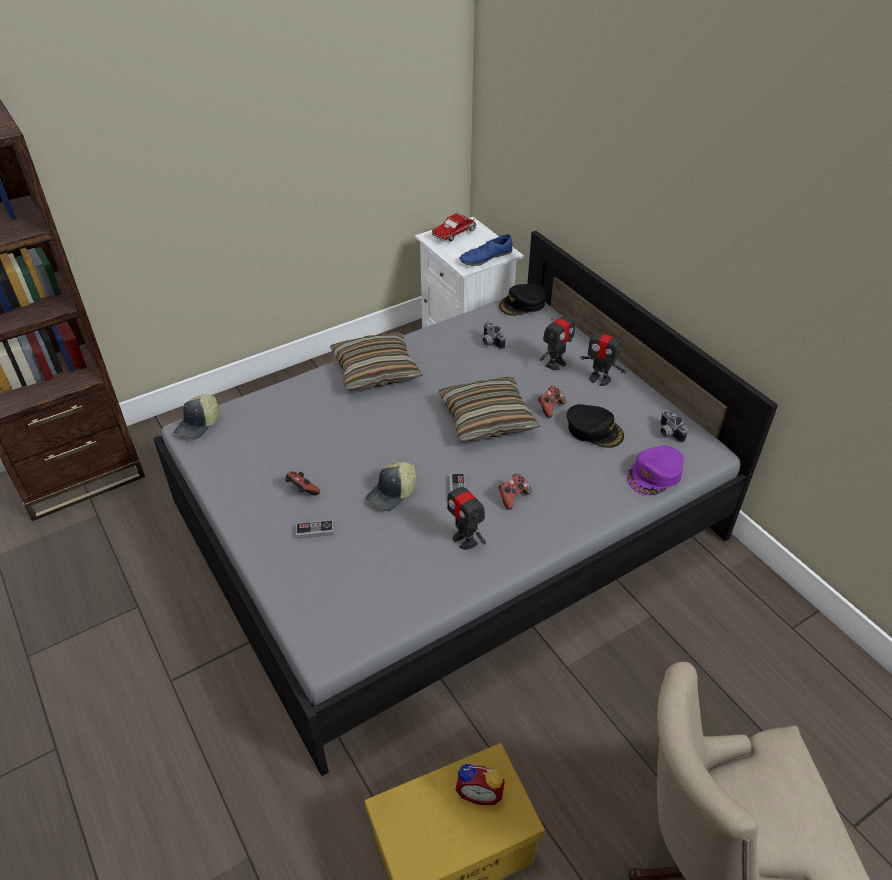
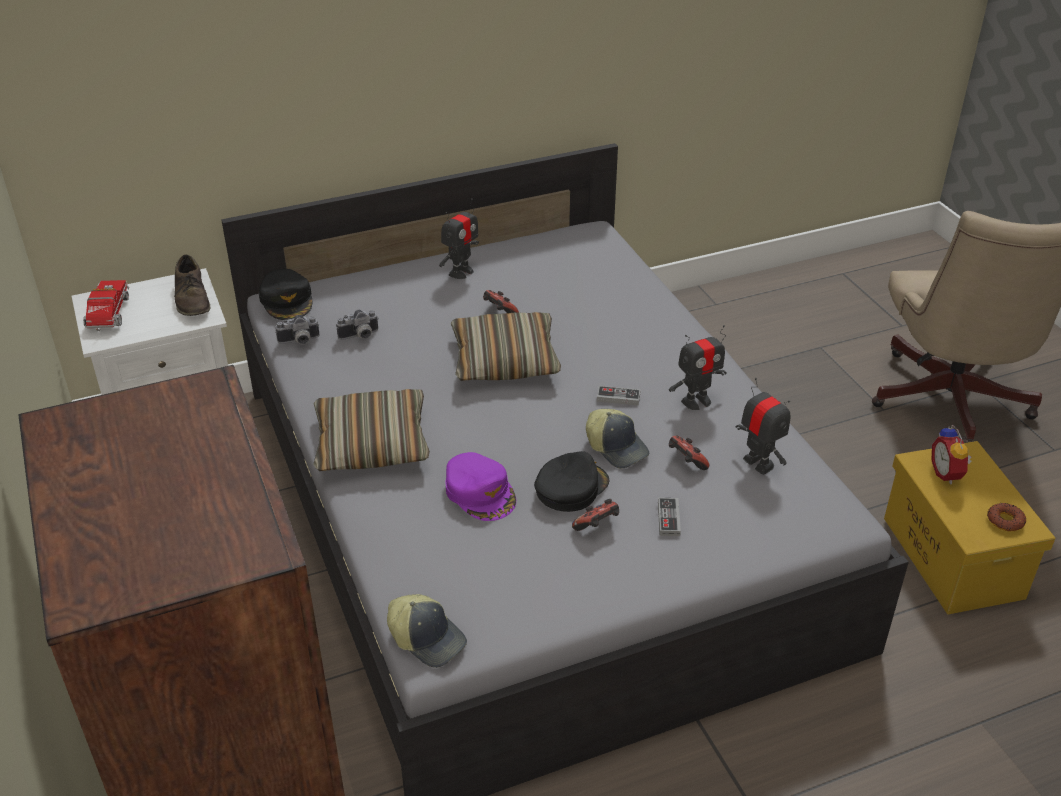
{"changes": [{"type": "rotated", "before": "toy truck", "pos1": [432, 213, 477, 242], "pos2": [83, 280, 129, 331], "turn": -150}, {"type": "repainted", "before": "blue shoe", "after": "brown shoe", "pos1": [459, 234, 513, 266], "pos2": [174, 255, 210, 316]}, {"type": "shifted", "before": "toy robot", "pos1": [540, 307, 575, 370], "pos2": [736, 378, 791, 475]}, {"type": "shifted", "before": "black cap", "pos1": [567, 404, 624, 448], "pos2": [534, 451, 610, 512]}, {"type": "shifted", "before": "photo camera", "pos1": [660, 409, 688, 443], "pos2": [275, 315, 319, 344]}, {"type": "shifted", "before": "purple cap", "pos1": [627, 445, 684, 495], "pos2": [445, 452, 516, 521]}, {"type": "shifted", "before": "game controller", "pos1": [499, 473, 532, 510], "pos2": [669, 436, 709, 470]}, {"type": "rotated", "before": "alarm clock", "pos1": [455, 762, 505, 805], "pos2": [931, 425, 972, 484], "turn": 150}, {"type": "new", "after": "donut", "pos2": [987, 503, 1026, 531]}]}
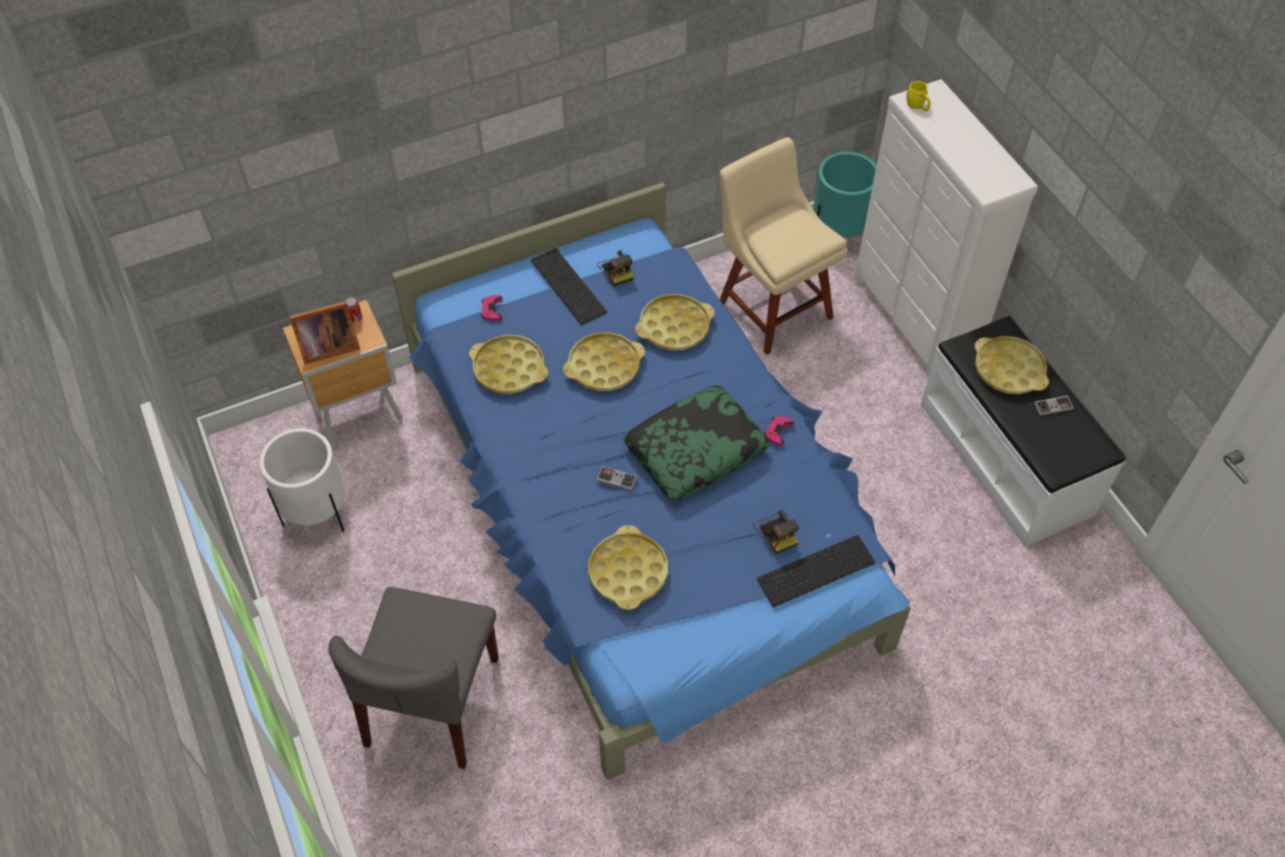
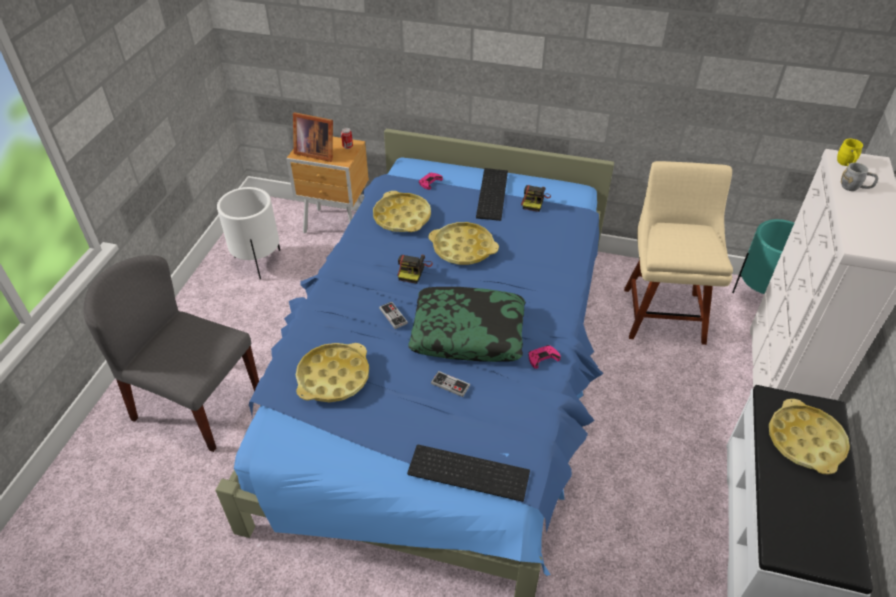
{"changes": [{"type": "gone", "before": "yellow tray", "pos1": [635, 294, 714, 351]}, {"type": "shifted", "before": "game controller", "pos1": [1034, 396, 1074, 416], "pos2": [431, 371, 470, 397]}, {"type": "shifted", "before": "photo camera", "pos1": [753, 510, 799, 554], "pos2": [398, 255, 433, 284]}, {"type": "rotated", "before": "grey chair", "pos1": [328, 587, 499, 769], "pos2": [84, 255, 259, 452], "turn": 60}, {"type": "new", "after": "grey mug", "pos2": [841, 163, 878, 191]}]}
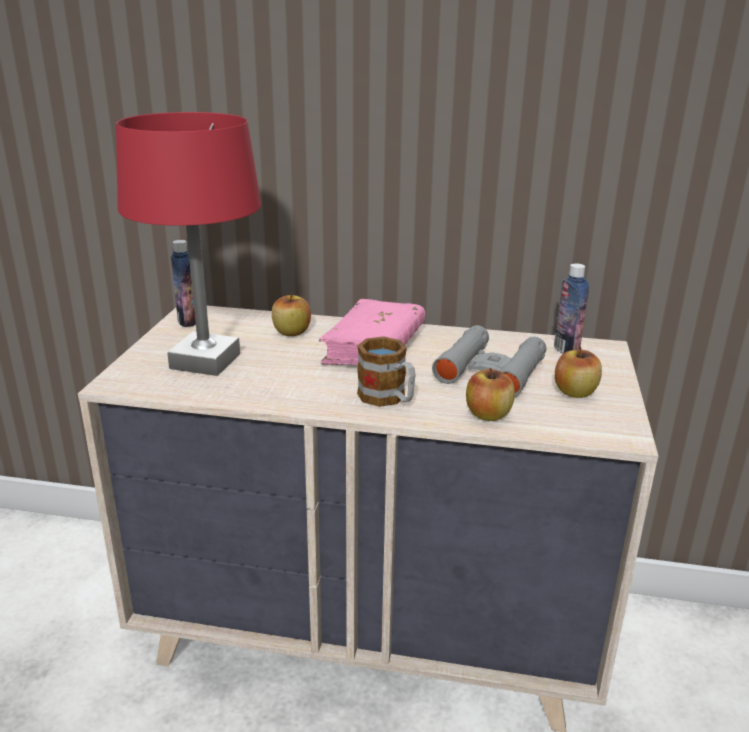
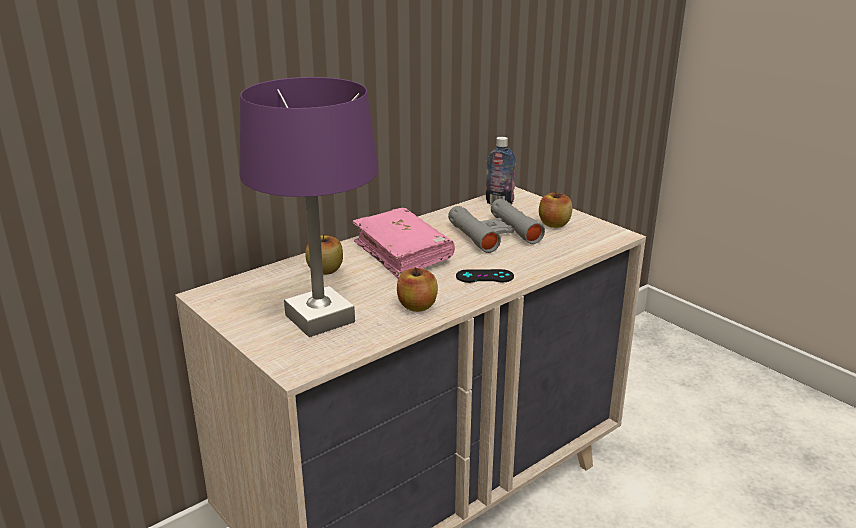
{"changes": [{"type": "repainted", "before": "red table lamp", "after": "purple table lamp", "pos1": [116, 112, 261, 376], "pos2": [239, 77, 379, 337]}, {"type": "gone", "before": "bottle", "pos1": [171, 240, 196, 327]}, {"type": "swapped", "before": "mug", "after": "black game controller", "pos1": [357, 337, 416, 407], "pos2": [456, 269, 514, 283]}, {"type": "shifted", "before": "apple", "pos1": [466, 367, 515, 421], "pos2": [397, 267, 438, 312]}]}
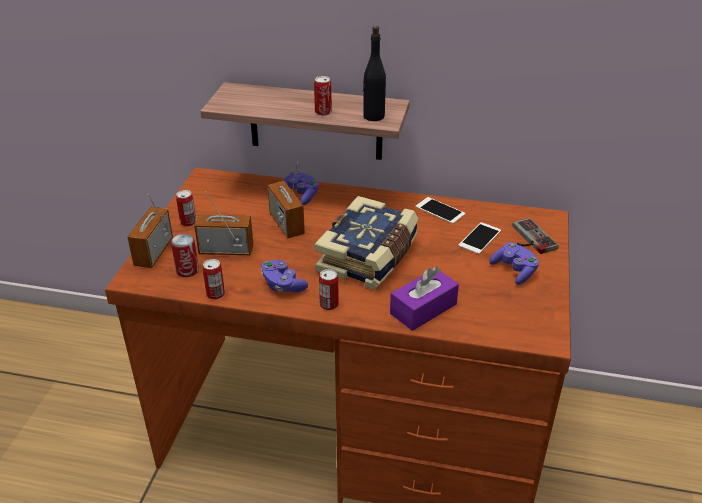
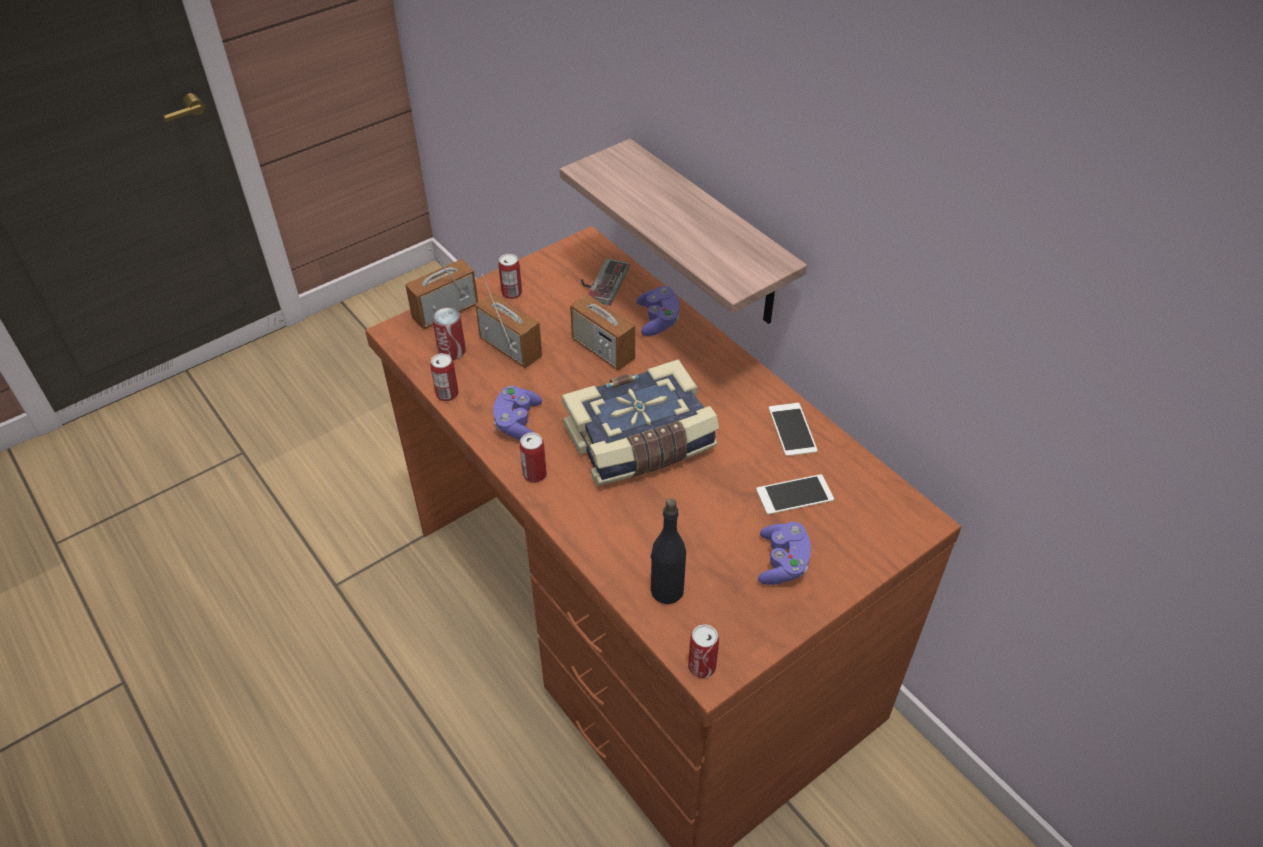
{"changes": [{"type": "shifted", "before": "black bottle", "pos1": [363, 26, 386, 121], "pos2": [651, 498, 686, 604]}, {"type": "shifted", "before": "can", "pos1": [314, 76, 332, 116], "pos2": [688, 624, 719, 678]}, {"type": "rotated", "before": "radio", "pos1": [267, 162, 305, 238], "pos2": [570, 272, 635, 370], "turn": -60}, {"type": "shifted", "before": "game controller", "pos1": [512, 218, 559, 254], "pos2": [581, 258, 629, 305]}, {"type": "gone", "before": "purple tissue box", "pos1": [390, 267, 459, 331]}]}
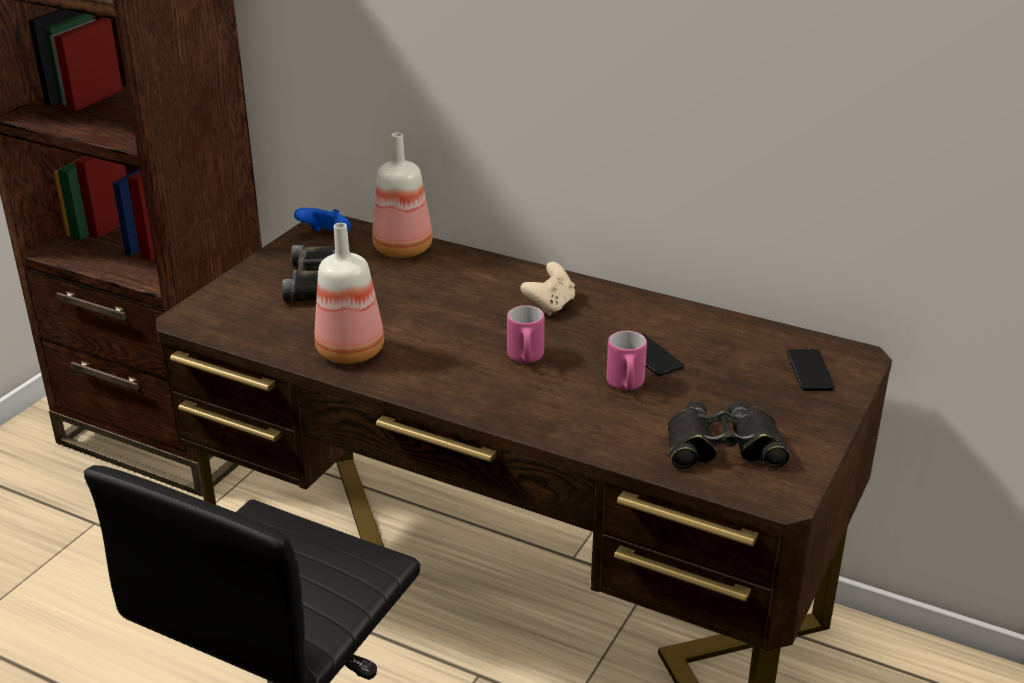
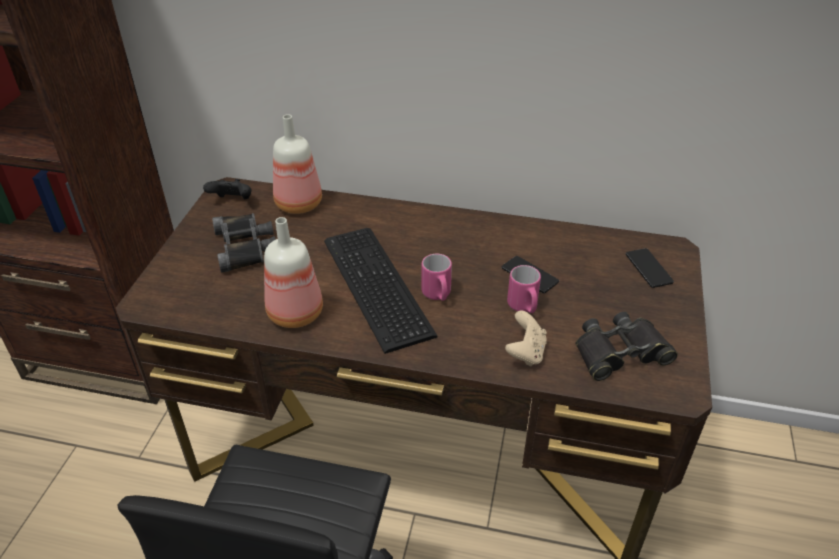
{"changes": [{"type": "repainted", "before": "blue game controller", "after": "black game controller", "pos1": [294, 208, 351, 232], "pos2": [203, 179, 252, 199]}, {"type": "shifted", "before": "beige game controller", "pos1": [520, 262, 575, 316], "pos2": [505, 311, 547, 367]}, {"type": "new", "after": "keyboard", "pos2": [324, 228, 438, 354]}]}
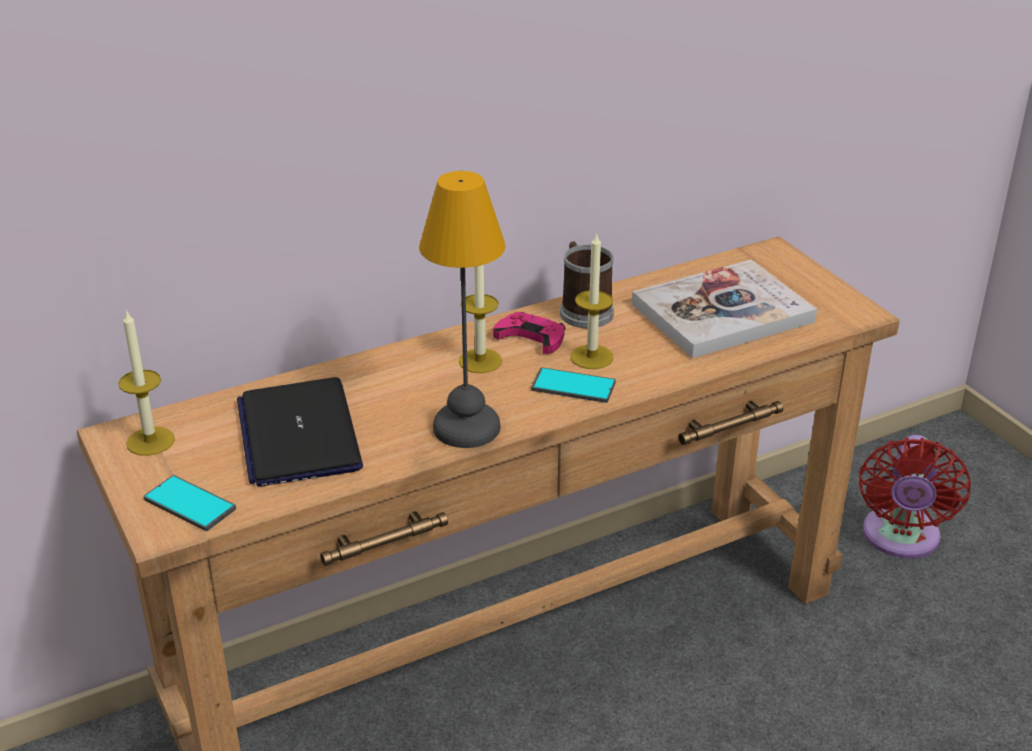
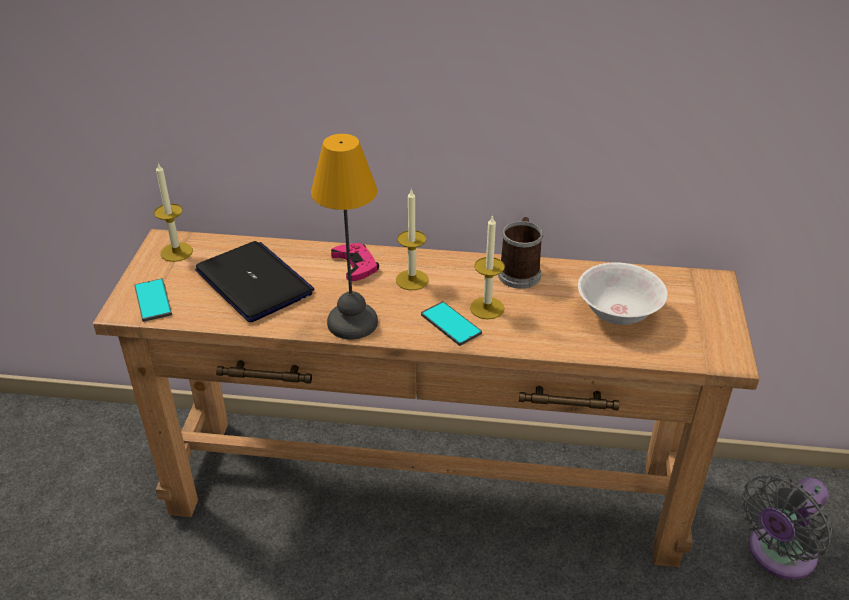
{"changes": [{"type": "swapped", "before": "book", "after": "white bowl", "pos1": [632, 259, 817, 359], "pos2": [578, 262, 668, 325]}, {"type": "shifted", "before": "pink game controller", "pos1": [493, 312, 566, 354], "pos2": [331, 243, 379, 281]}, {"type": "rotated", "before": "laptop", "pos1": [237, 377, 363, 487], "pos2": [195, 241, 315, 322], "turn": 120}, {"type": "repainted", "before": "red fan", "after": "grey fan", "pos1": [859, 435, 971, 558], "pos2": [741, 474, 832, 579]}]}
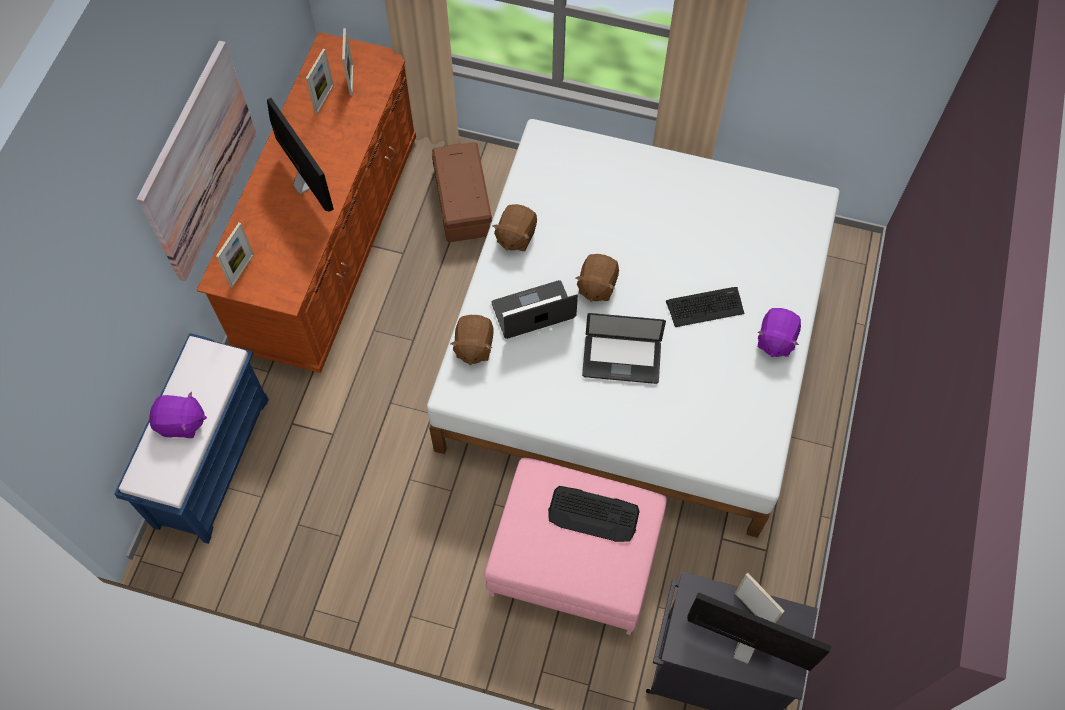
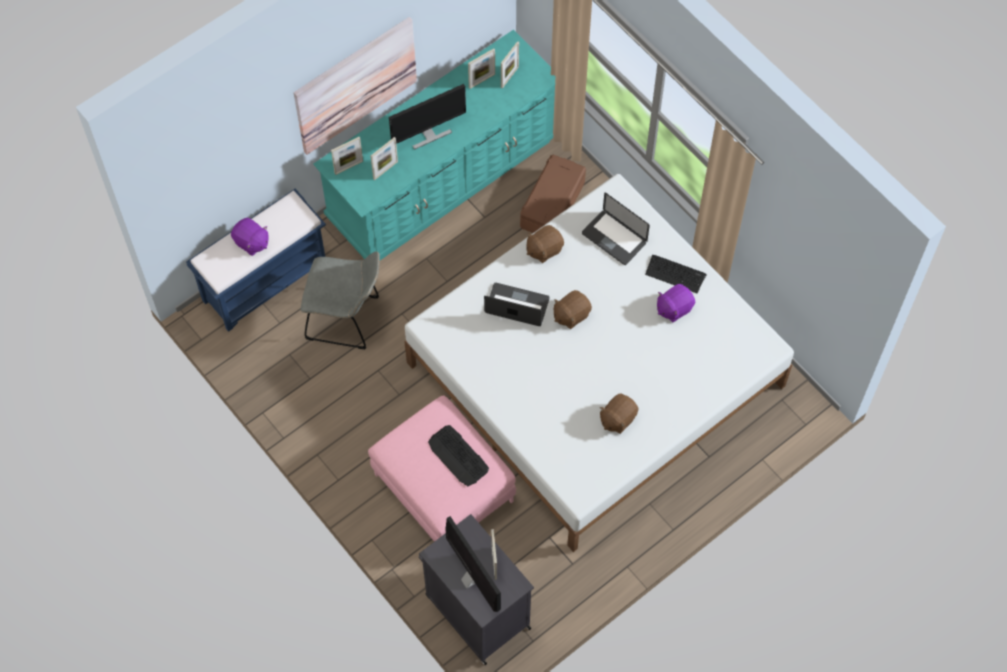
{"changes": [{"type": "repainted", "before": "brown dresser", "after": "turquoise dresser", "pos1": [197, 32, 416, 373], "pos2": [313, 30, 556, 260]}, {"type": "rotated", "before": "monitor", "pos1": [267, 98, 334, 212], "pos2": [389, 84, 466, 150], "turn": 60}, {"type": "shifted", "before": "keyboard", "pos1": [666, 287, 744, 327], "pos2": [645, 255, 707, 293]}, {"type": "shifted", "before": "purple plush toy", "pos1": [758, 308, 801, 357], "pos2": [657, 284, 695, 322]}, {"type": "shifted", "before": "laptop", "pos1": [582, 313, 666, 384], "pos2": [582, 193, 650, 265]}, {"type": "shifted", "before": "brown plush toy", "pos1": [451, 315, 493, 365], "pos2": [600, 394, 639, 434]}, {"type": "new", "after": "picture frame", "pos2": [371, 137, 398, 180]}, {"type": "new", "after": "grey chair", "pos2": [301, 251, 380, 349]}]}
